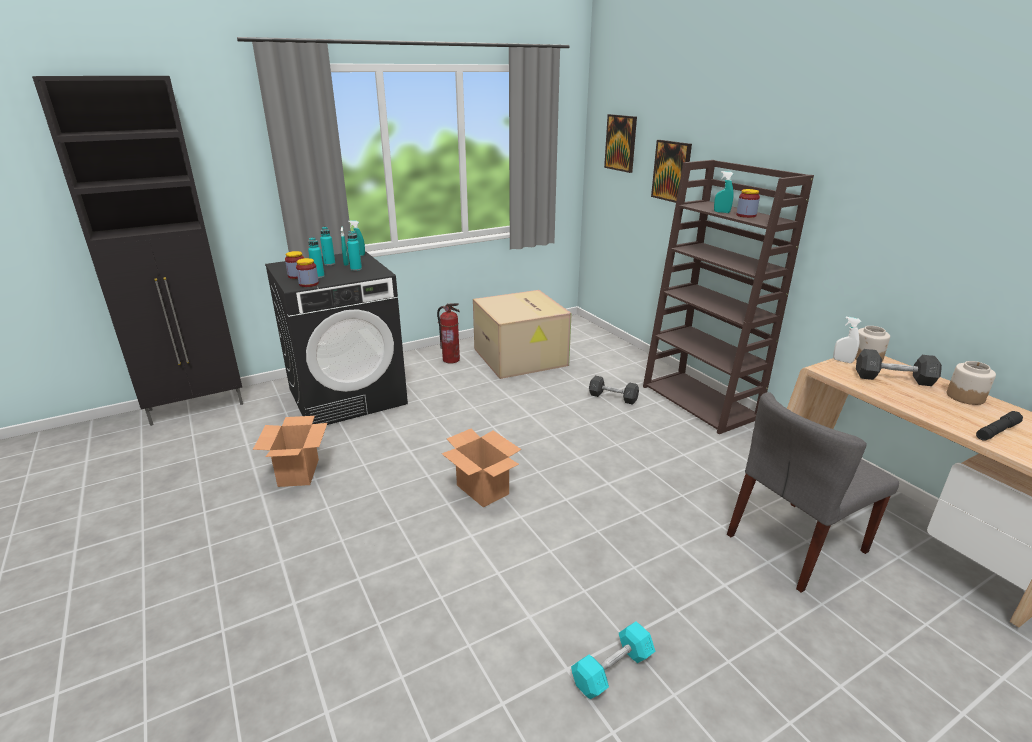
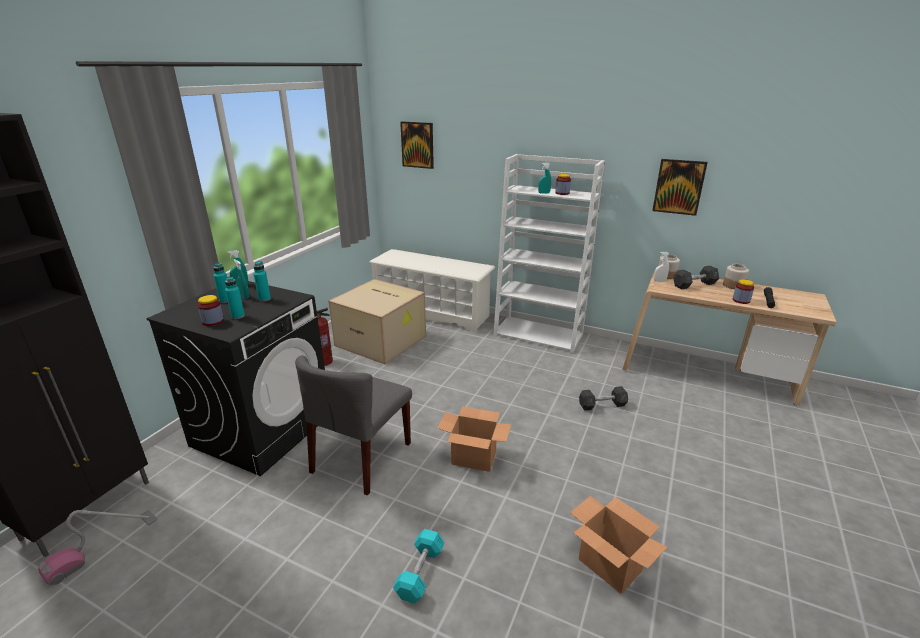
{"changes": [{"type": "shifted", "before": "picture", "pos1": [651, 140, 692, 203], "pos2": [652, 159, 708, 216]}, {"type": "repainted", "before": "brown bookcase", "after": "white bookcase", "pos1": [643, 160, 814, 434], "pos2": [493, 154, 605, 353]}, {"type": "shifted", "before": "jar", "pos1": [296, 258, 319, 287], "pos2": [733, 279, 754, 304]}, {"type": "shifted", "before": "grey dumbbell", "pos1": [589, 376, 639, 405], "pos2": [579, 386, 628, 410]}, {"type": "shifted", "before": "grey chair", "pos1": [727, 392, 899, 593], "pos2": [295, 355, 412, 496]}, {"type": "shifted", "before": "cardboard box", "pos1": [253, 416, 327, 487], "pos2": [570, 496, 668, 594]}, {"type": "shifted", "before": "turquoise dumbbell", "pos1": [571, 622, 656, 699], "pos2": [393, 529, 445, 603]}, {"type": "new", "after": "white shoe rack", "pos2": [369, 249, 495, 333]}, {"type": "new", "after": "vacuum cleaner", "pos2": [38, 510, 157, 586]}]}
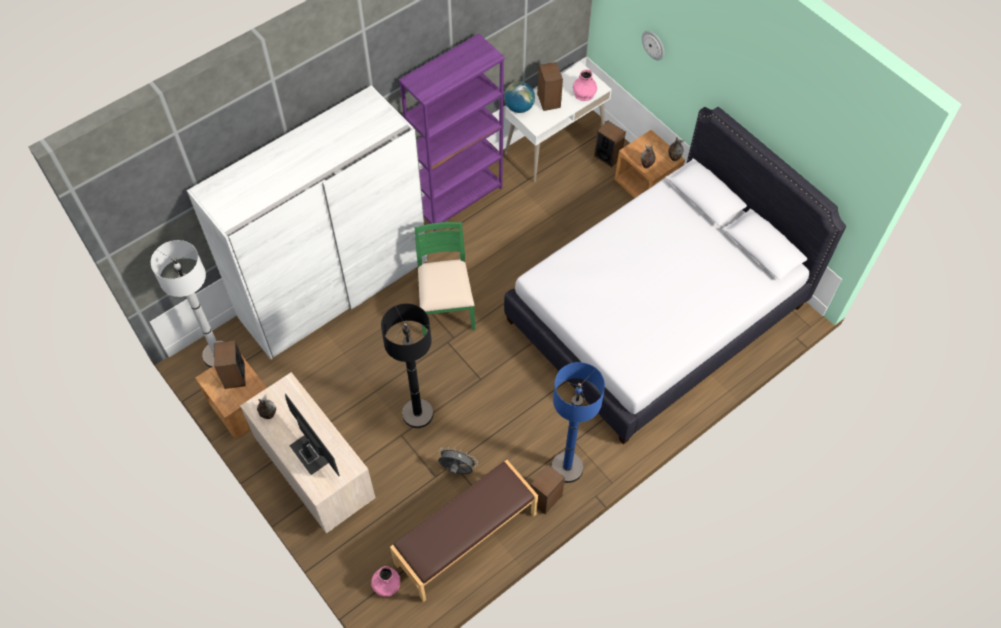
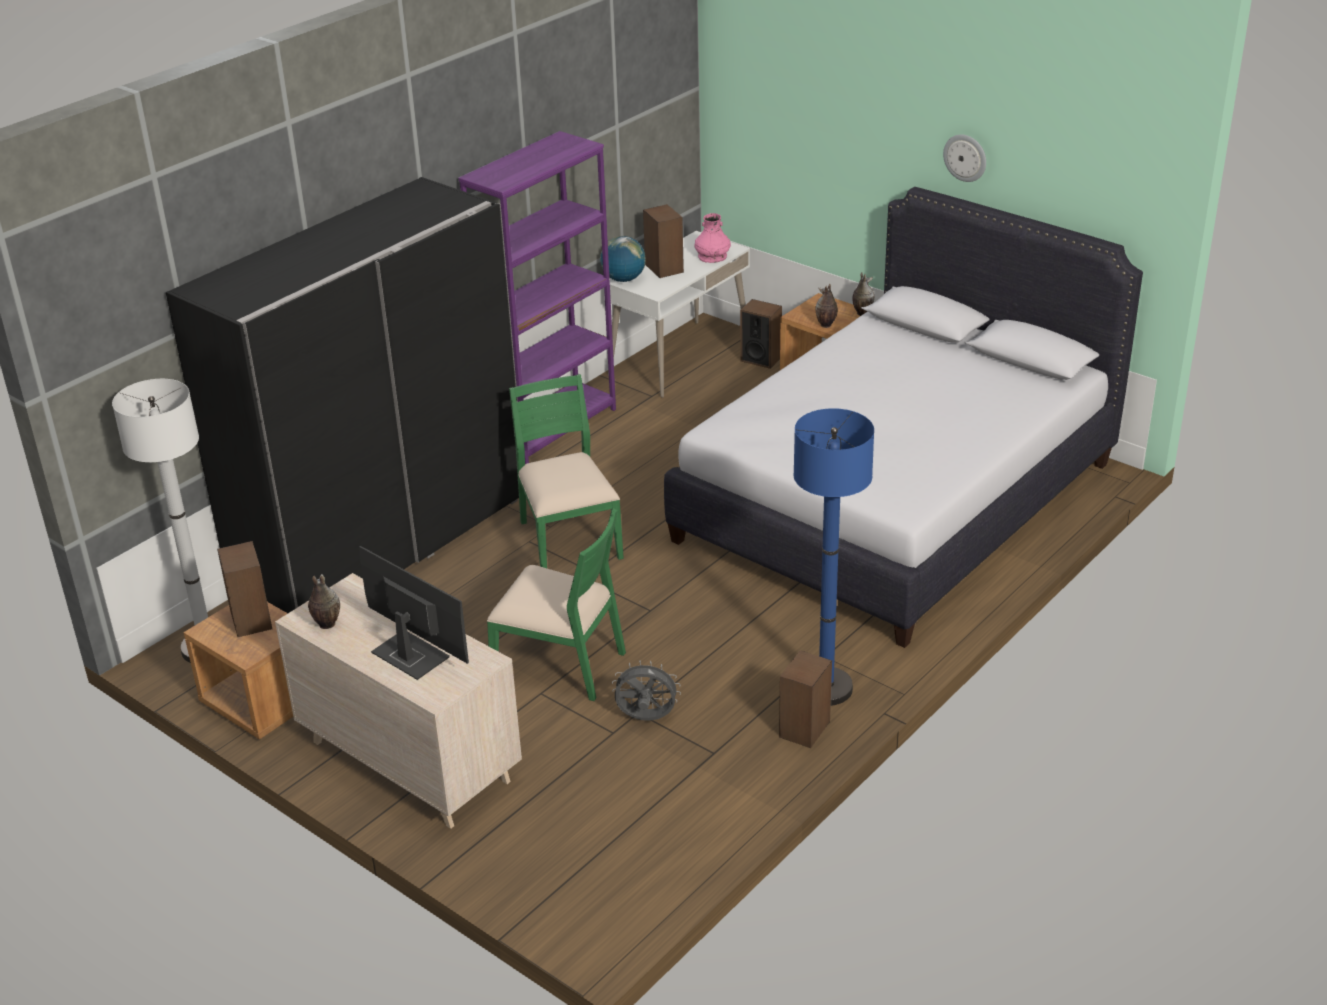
{"changes": [{"type": "shifted", "before": "wall clock", "pos1": [642, 31, 664, 60], "pos2": [943, 134, 986, 182]}, {"type": "repainted", "before": "white wardrobe", "after": "black wardrobe", "pos1": [187, 85, 428, 359], "pos2": [166, 177, 519, 613]}, {"type": "swapped", "before": "black floor lamp", "after": "green chair", "pos1": [381, 303, 433, 428], "pos2": [487, 508, 626, 701]}, {"type": "gone", "before": "brown bench", "pos1": [390, 460, 538, 602]}, {"type": "gone", "before": "pink vase", "pos1": [371, 566, 400, 597]}]}
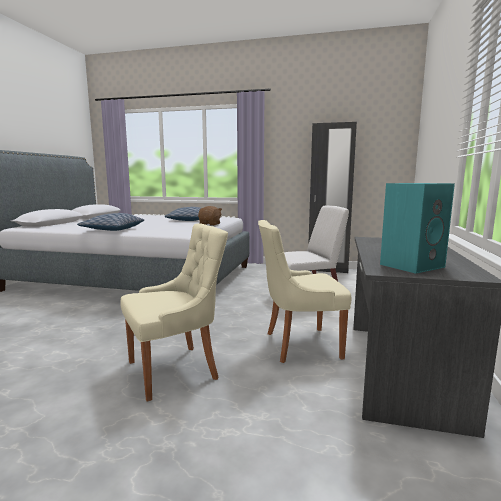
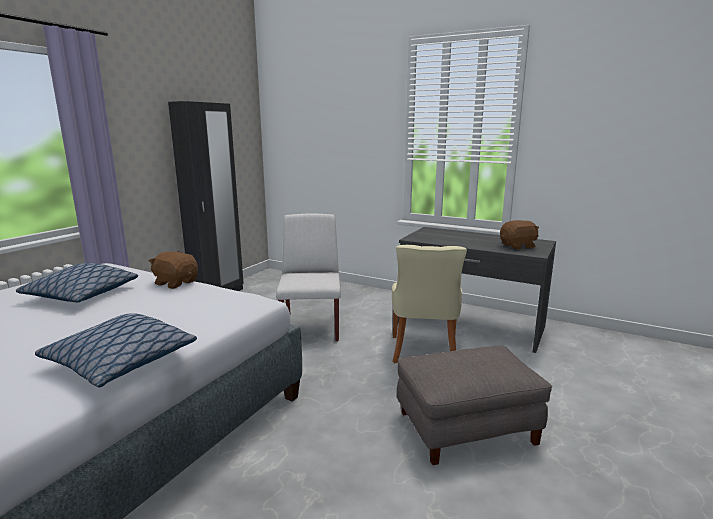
{"changes": [{"type": "swapped", "before": "turquoise speaker", "after": "brown plush toy", "pos1": [380, 183, 455, 274], "pos2": [500, 220, 539, 249]}, {"type": "swapped", "before": "beige chair", "after": "grey ottoman", "pos1": [120, 223, 228, 402], "pos2": [397, 345, 552, 465]}]}
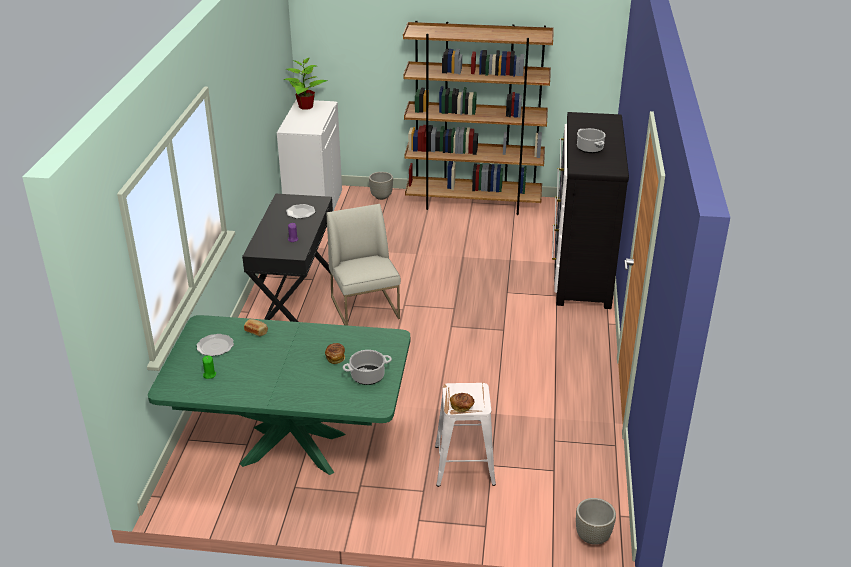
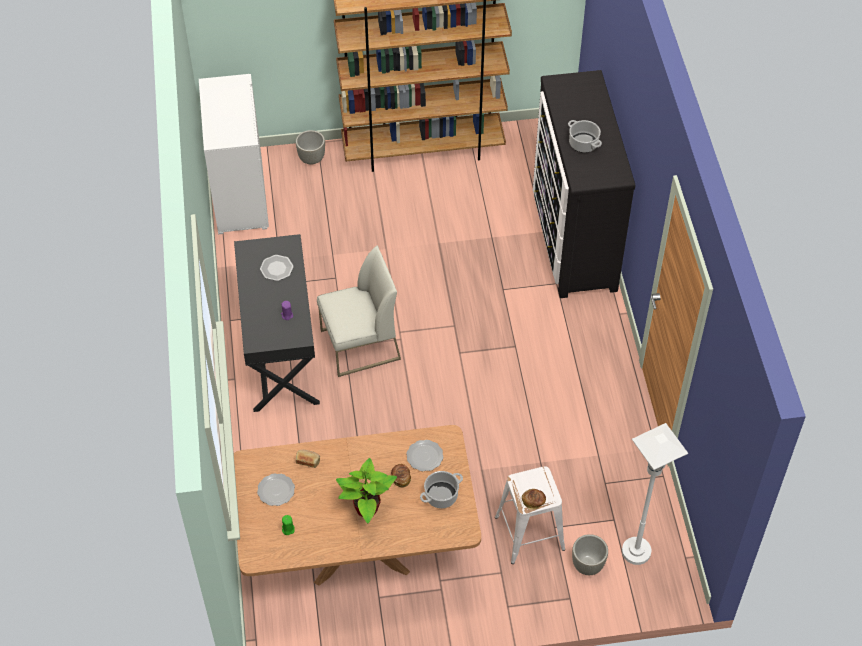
{"changes": [{"type": "shifted", "before": "potted plant", "pos1": [284, 57, 328, 110], "pos2": [336, 458, 397, 523]}, {"type": "rotated", "before": "white chair", "pos1": [327, 204, 401, 326], "pos2": [317, 245, 401, 377], "turn": 105}, {"type": "repainted", "before": "green dining table", "after": "brown dining table", "pos1": [148, 315, 410, 475], "pos2": [234, 425, 481, 586]}, {"type": "shifted", "before": "grey planter", "pos1": [576, 498, 616, 545], "pos2": [572, 534, 608, 575]}, {"type": "new", "after": "white floor lamp", "pos2": [622, 423, 688, 565]}, {"type": "new", "after": "plate", "pos2": [406, 440, 443, 471]}]}
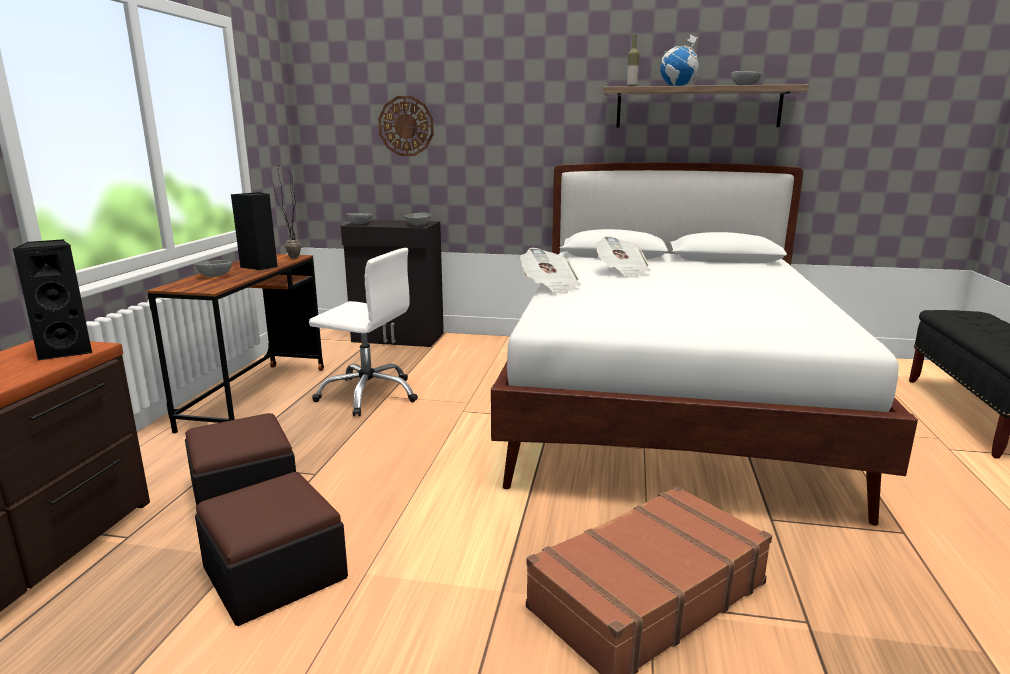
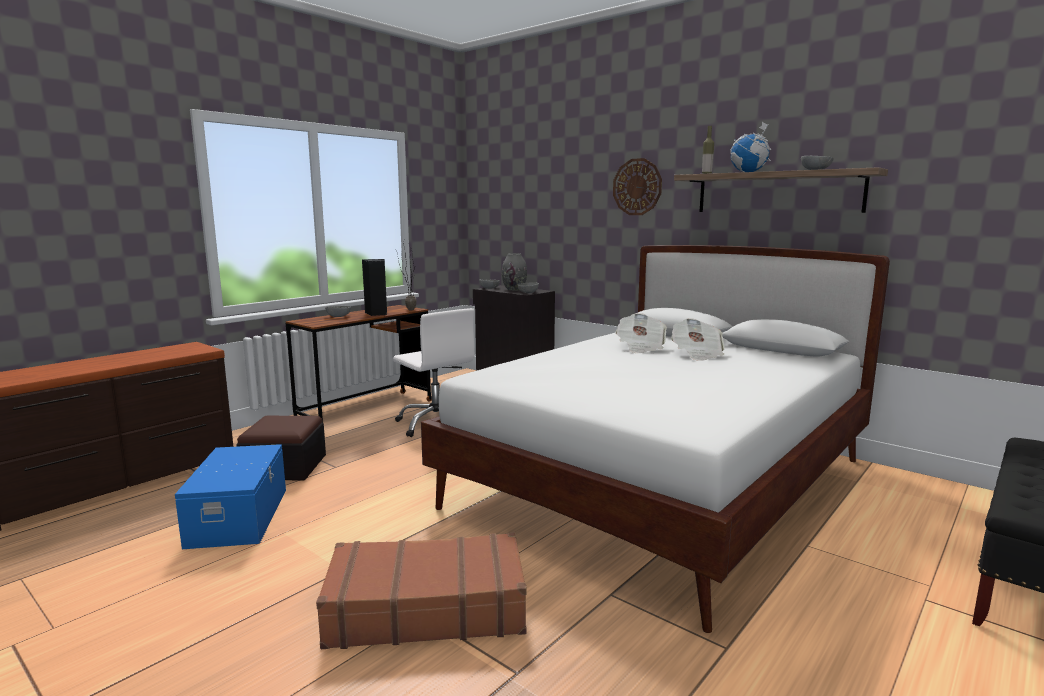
{"changes": [{"type": "shifted", "before": "wall clock", "pos1": [378, 96, 434, 156], "pos2": [613, 158, 662, 215]}, {"type": "gone", "before": "black speaker", "pos1": [12, 239, 93, 361]}, {"type": "shifted", "before": "newspaper", "pos1": [520, 248, 581, 295], "pos2": [671, 318, 725, 361]}, {"type": "swapped", "before": "ottoman", "after": "blue storage box", "pos1": [195, 472, 348, 626], "pos2": [175, 444, 286, 549]}, {"type": "new", "after": "grey vase", "pos2": [502, 253, 527, 291]}]}
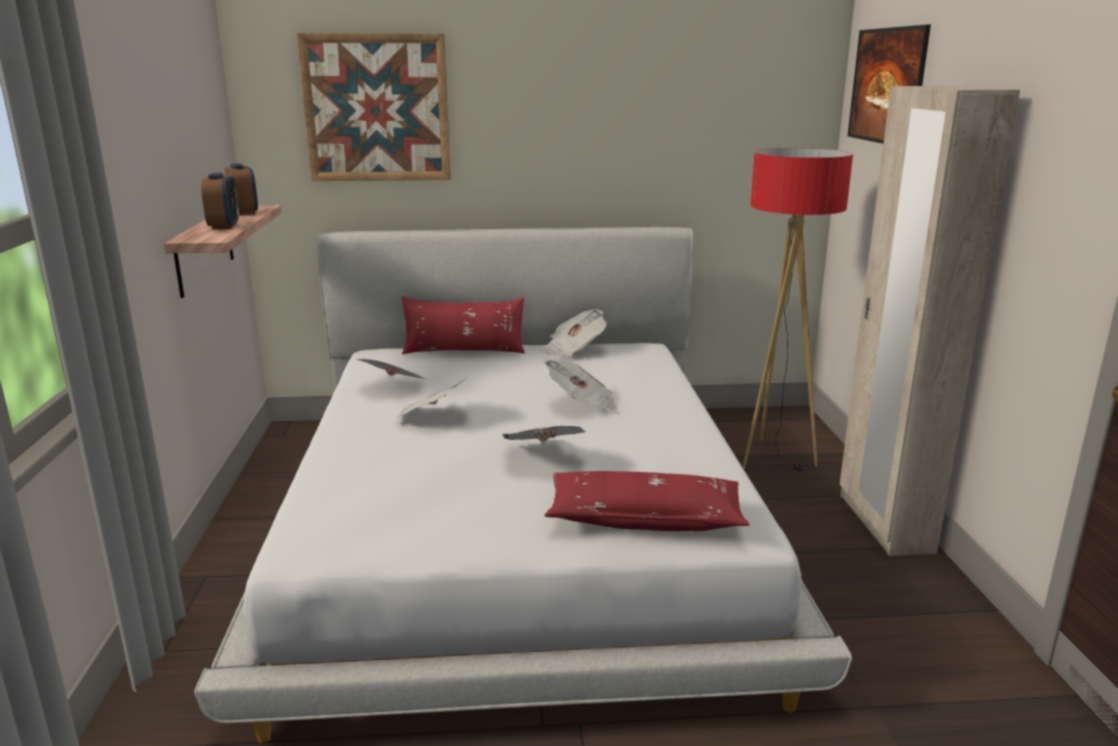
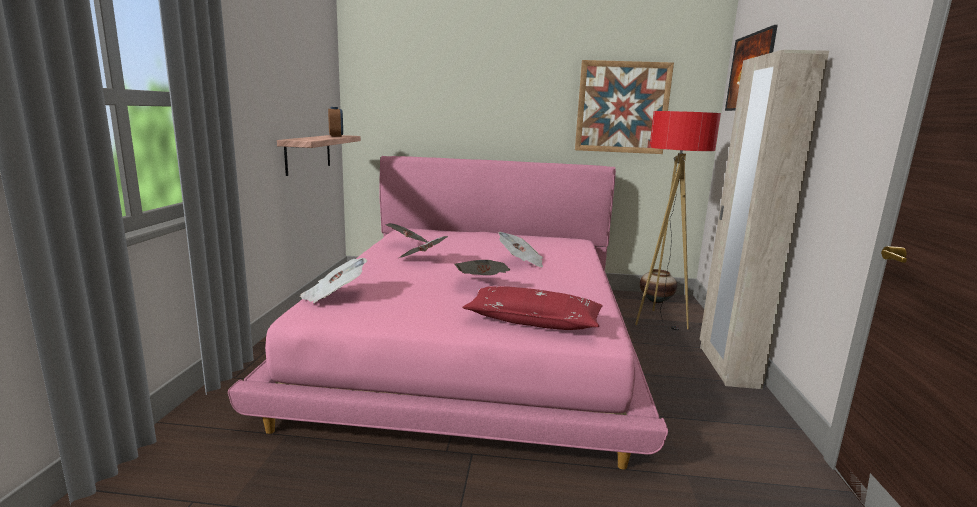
{"changes": [{"type": "shifted", "before": "picture", "pos1": [297, 33, 451, 181], "pos2": [575, 60, 674, 154]}, {"type": "gone", "before": "alarm clock", "pos1": [201, 173, 239, 229]}, {"type": "repainted", "before": "white bed", "after": "pink bed", "pos1": [194, 227, 852, 743], "pos2": [228, 156, 668, 470]}, {"type": "gone", "before": "red pillow", "pos1": [402, 296, 525, 354]}, {"type": "shifted", "before": "newspaper", "pos1": [541, 309, 607, 357], "pos2": [300, 258, 367, 303]}, {"type": "new", "after": "vase", "pos2": [640, 269, 677, 303]}]}
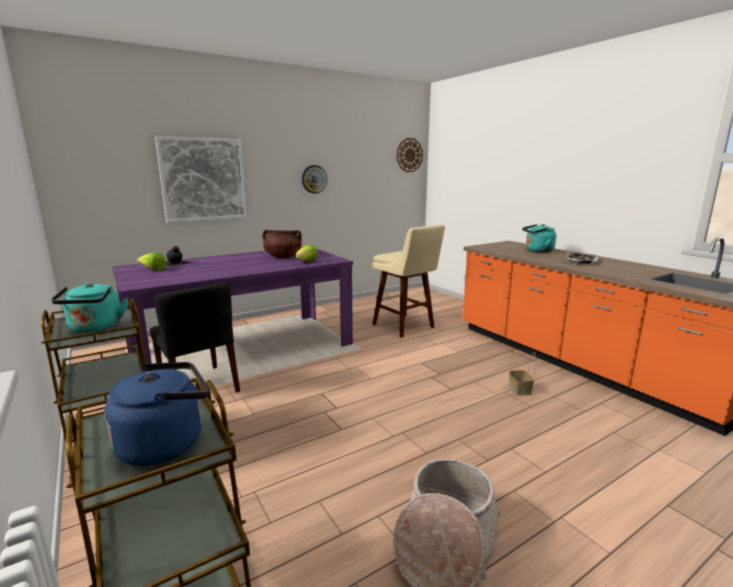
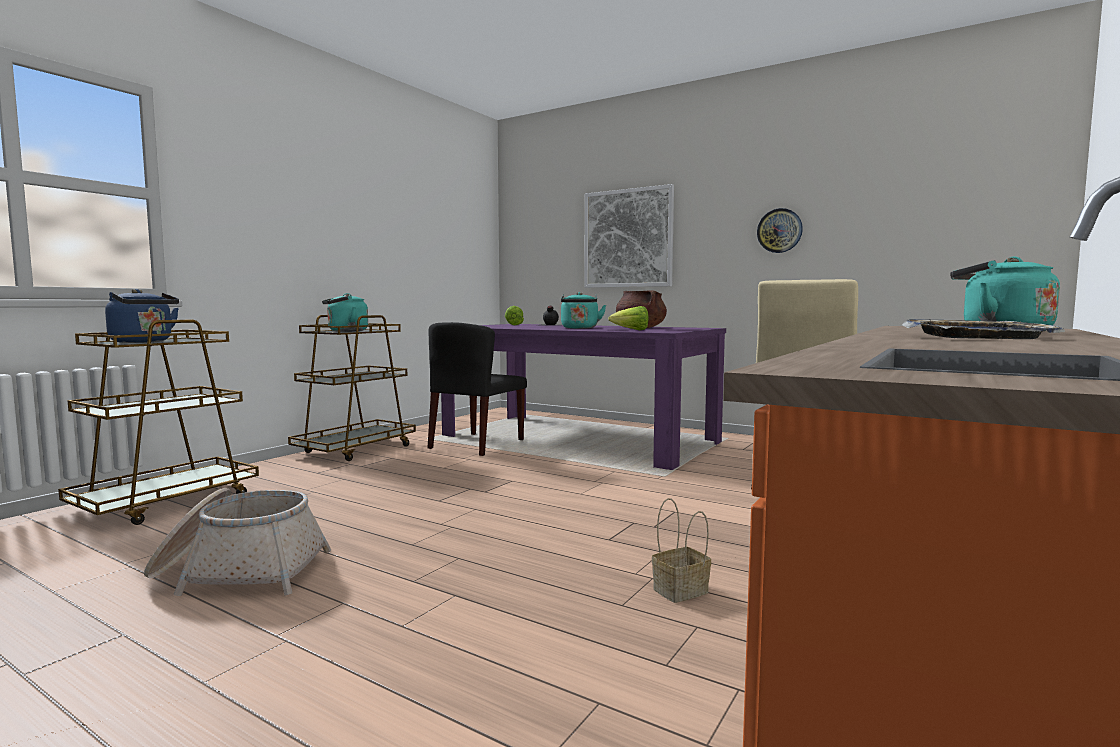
{"changes": [{"type": "gone", "before": "wall clock", "pos1": [397, 138, 423, 172]}, {"type": "new", "after": "turquoise kettle", "pos2": [561, 292, 606, 329]}]}
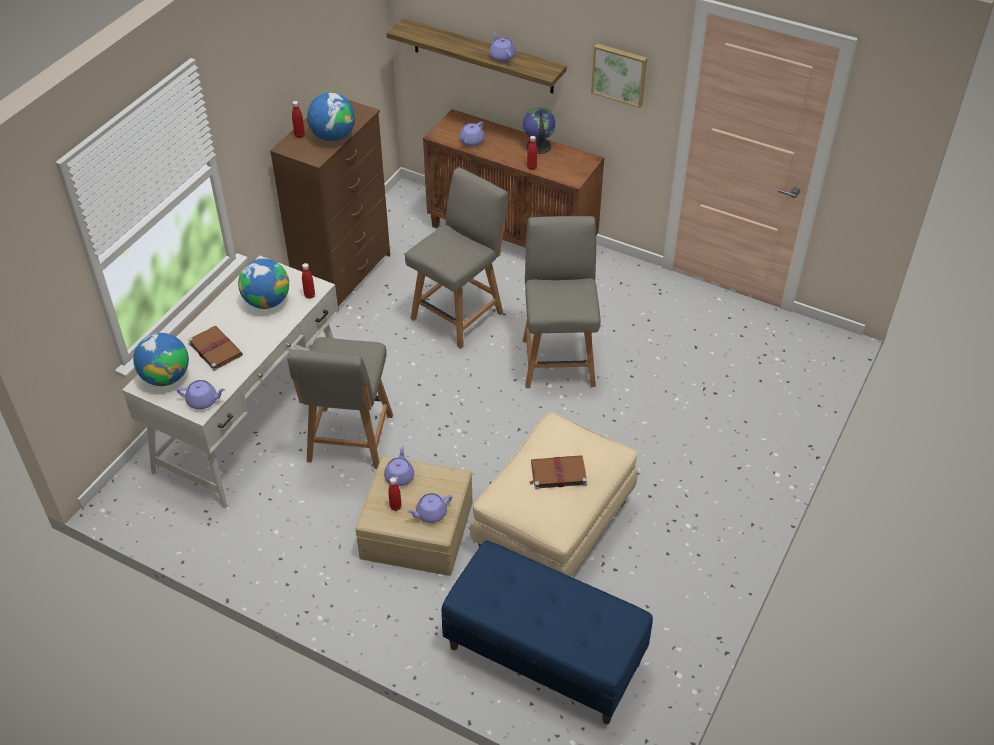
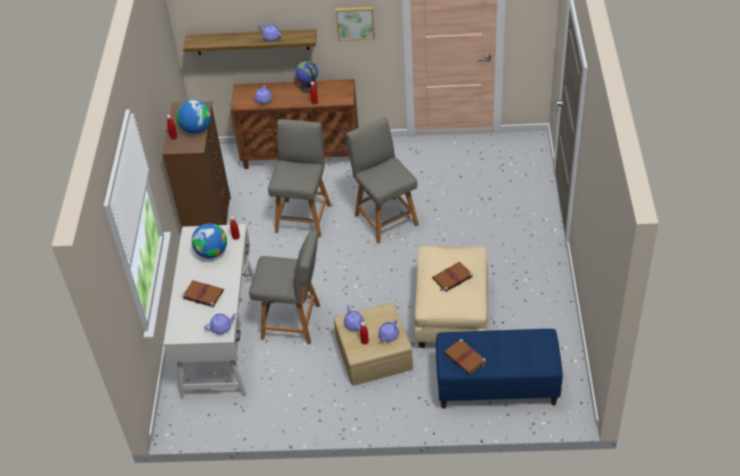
{"changes": [{"type": "gone", "before": "globe", "pos1": [133, 333, 189, 386]}, {"type": "rotated", "before": "grey chair", "pos1": [287, 337, 393, 469], "pos2": [249, 231, 320, 344], "turn": -60}, {"type": "new", "after": "brown book", "pos2": [444, 339, 486, 374]}]}
